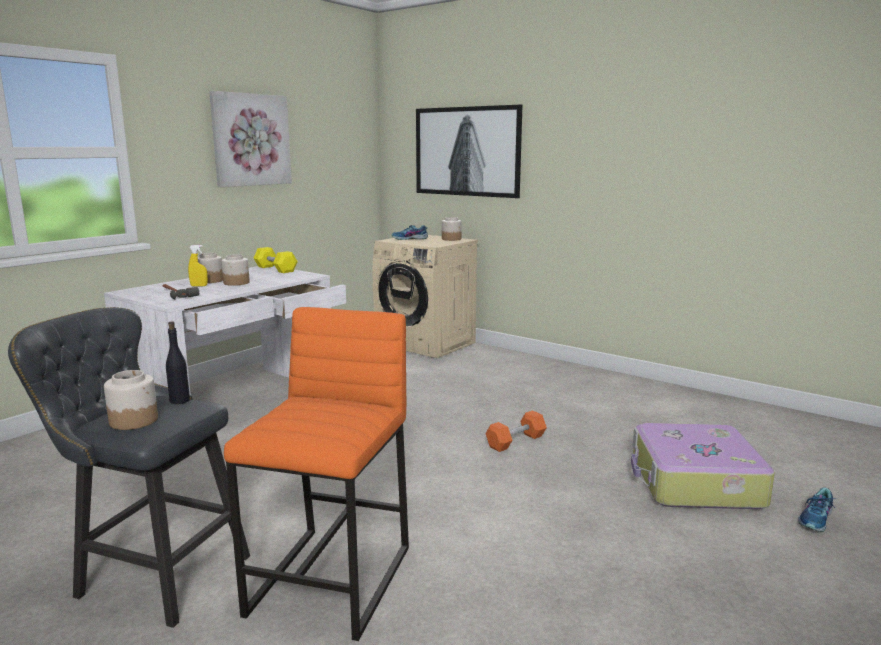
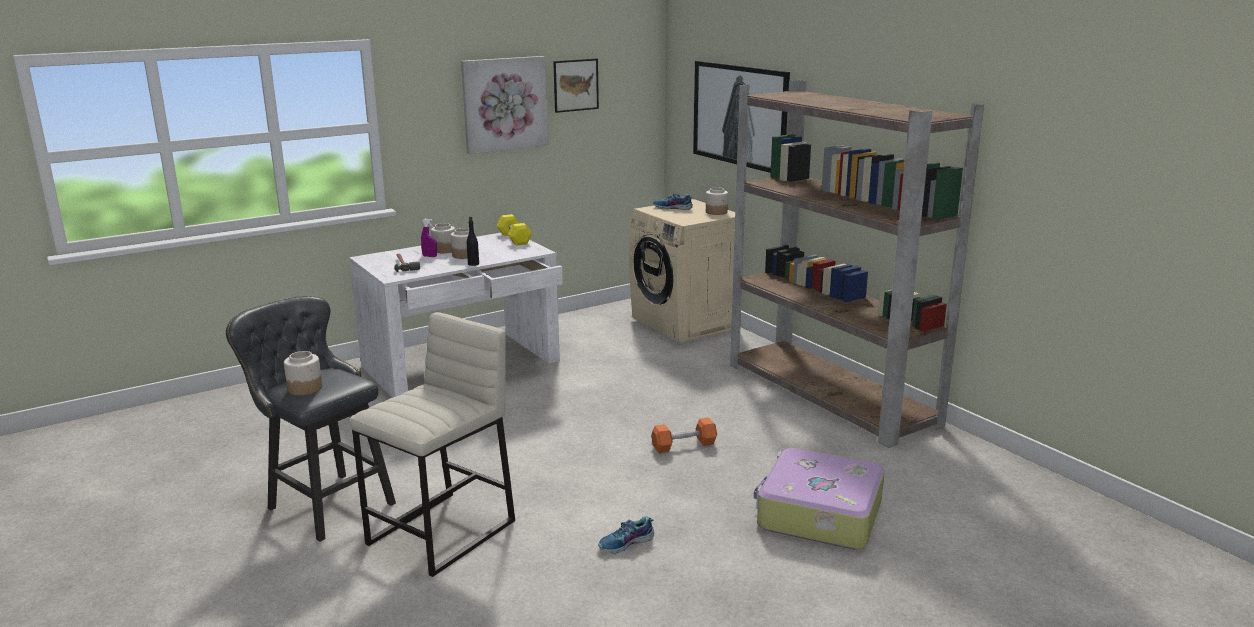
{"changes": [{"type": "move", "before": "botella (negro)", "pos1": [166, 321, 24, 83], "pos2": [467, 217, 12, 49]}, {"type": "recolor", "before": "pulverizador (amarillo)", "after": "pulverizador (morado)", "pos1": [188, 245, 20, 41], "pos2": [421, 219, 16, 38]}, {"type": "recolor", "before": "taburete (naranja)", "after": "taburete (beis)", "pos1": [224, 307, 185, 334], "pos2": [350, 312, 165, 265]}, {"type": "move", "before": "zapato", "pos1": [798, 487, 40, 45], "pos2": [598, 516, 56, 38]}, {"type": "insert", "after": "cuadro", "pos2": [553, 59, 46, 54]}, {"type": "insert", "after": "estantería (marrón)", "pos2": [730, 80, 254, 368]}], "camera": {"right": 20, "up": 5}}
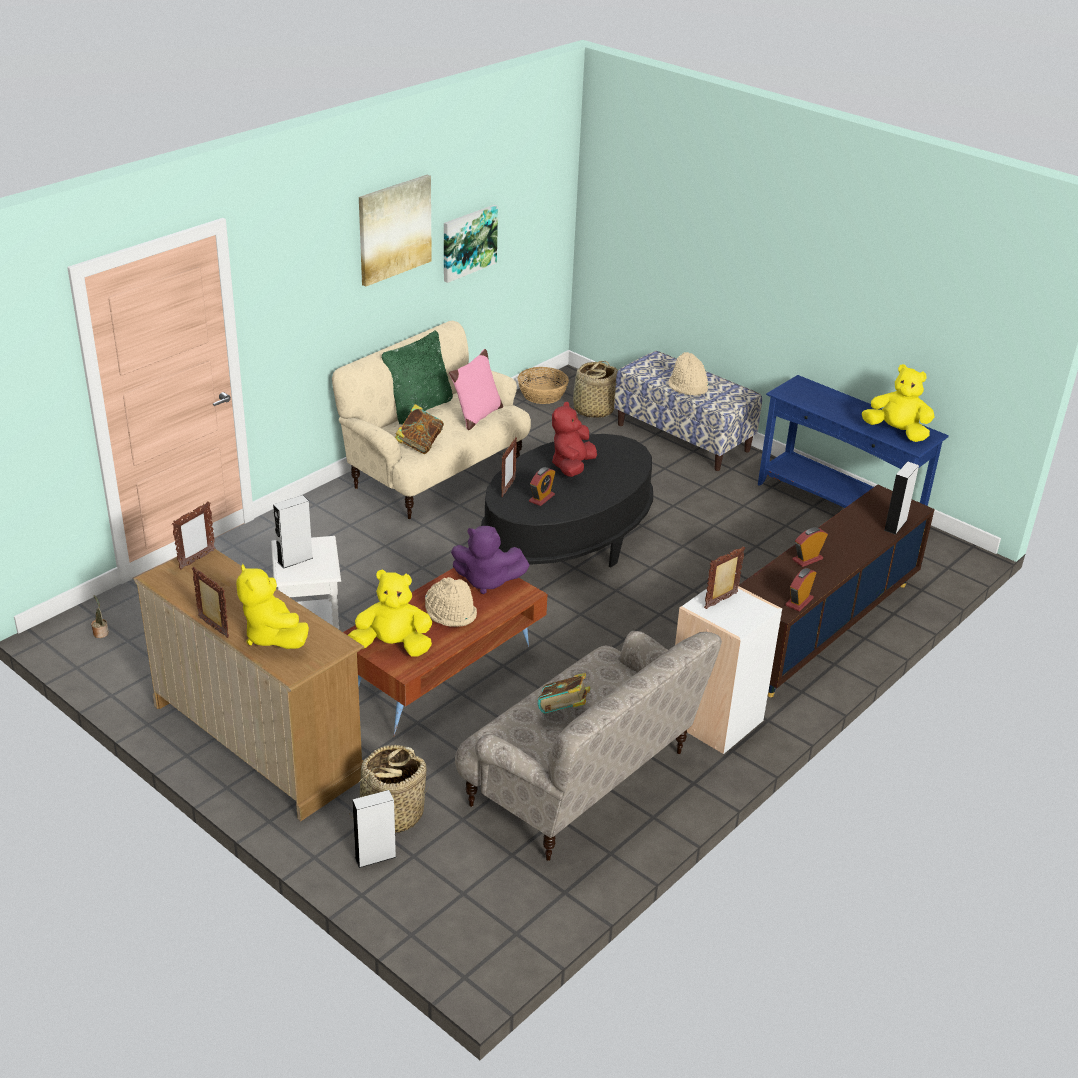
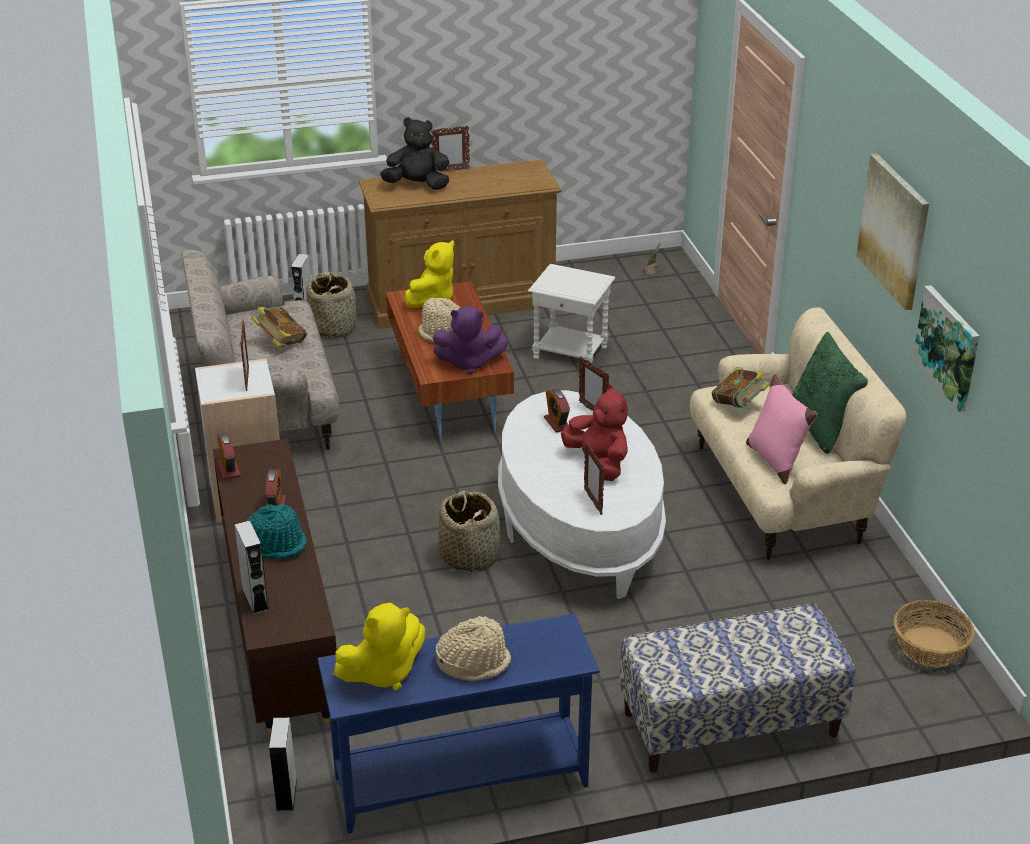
{"changes": [{"type": "move", "before": "portarretratos", "pos1": [172, 501, 43, 69], "pos2": [584, 441, 20, 74]}, {"type": "recolor", "before": "peluche (amarillo)", "after": "peluche (negro)", "pos1": [236, 564, 73, 85], "pos2": [380, 117, 69, 73]}, {"type": "move", "before": "altavoz (gris)", "pos1": [273, 495, 40, 74], "pos2": [269, 718, 28, 93]}, {"type": "rotate", "before": "peluche (morado)", "pos1": [451, 526, 78, 68], "pos2": [433, 306, 75, 68], "turn": -135}, {"type": "recolor", "before": "mesa de centro (negro)", "after": "mesa de centro (blanco)", "pos1": [481, 434, 172, 134], "pos2": [498, 390, 168, 209]}, {"type": "move", "before": "cesta", "pos1": [572, 361, 46, 57], "pos2": [438, 491, 62, 81]}, {"type": "move", "before": "sombrero (beis)", "pos1": [668, 352, 41, 43], "pos2": [436, 616, 75, 65]}, {"type": "insert", "after": "sombrero (turquesa)", "pos2": [247, 504, 60, 55]}], "camera": {"right": 125, "up": 0}}
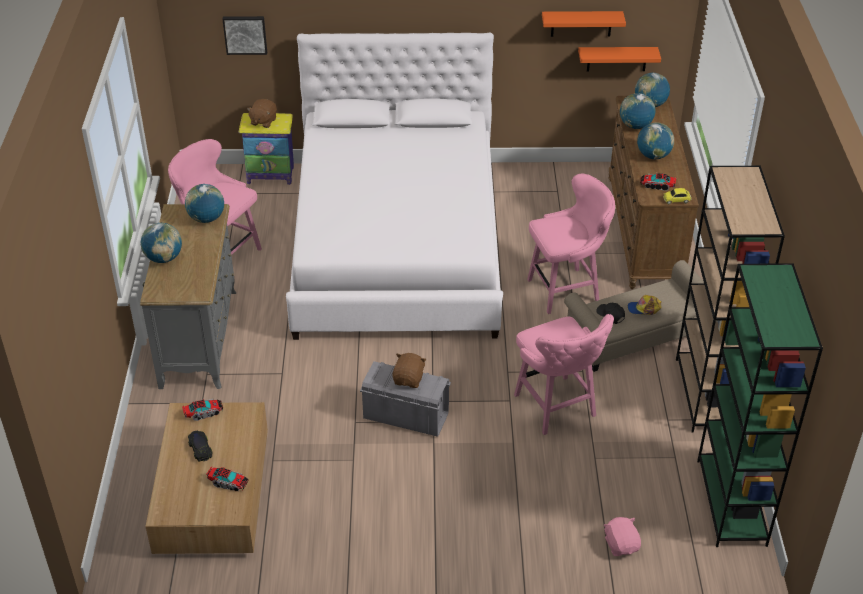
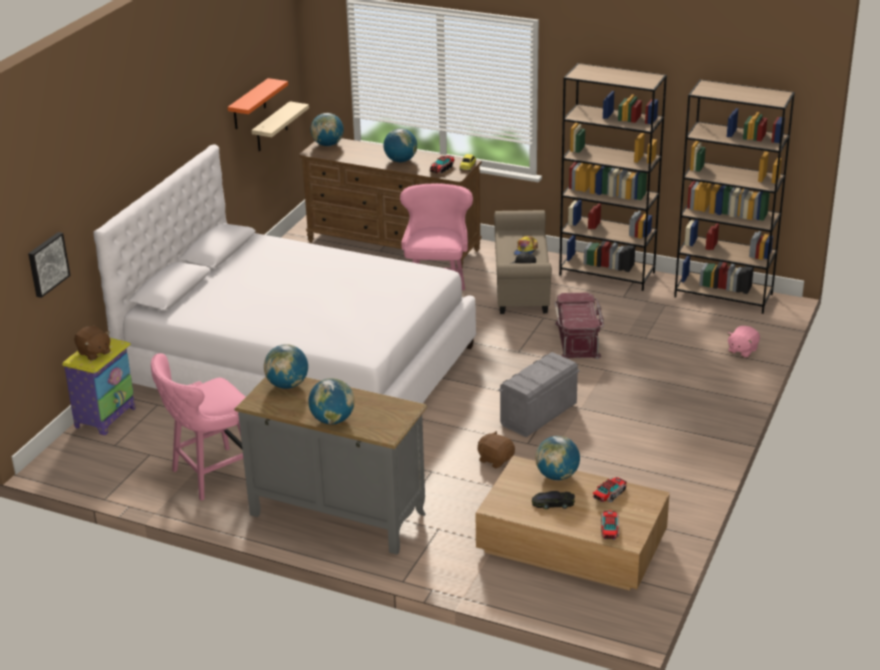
{"changes": [{"type": "move", "before": "camión de juguete", "pos1": [182, 399, 41, 22], "pos2": [601, 510, 18, 29]}, {"type": "move", "before": "peluche (marrón)", "pos1": [392, 353, 35, 35], "pos2": [477, 431, 38, 37]}, {"type": "replace", "before": "taburete (rosa)", "after": "caja de almacenaje (rojo)", "pos1": [514, 314, 100, 121], "pos2": [555, 292, 49, 67]}, {"type": "recolor", "before": "estante (naranja)", "after": "estante (beis)", "pos1": [578, 47, 83, 24], "pos2": [251, 101, 58, 50]}, {"type": "rotate", "before": "peluche (rosa)", "pos1": [603, 517, 38, 39], "pos2": [727, 326, 33, 32], "turn": -60}, {"type": "move", "before": "globo terráqueo", "pos1": [620, 93, 35, 36], "pos2": [535, 436, 45, 44]}, {"type": "recolor", "before": "estantería (verde)", "after": "estantería (beis)", "pos1": [697, 263, 126, 284], "pos2": [674, 80, 121, 234]}], "camera": {"right": -65, "up": -10}}
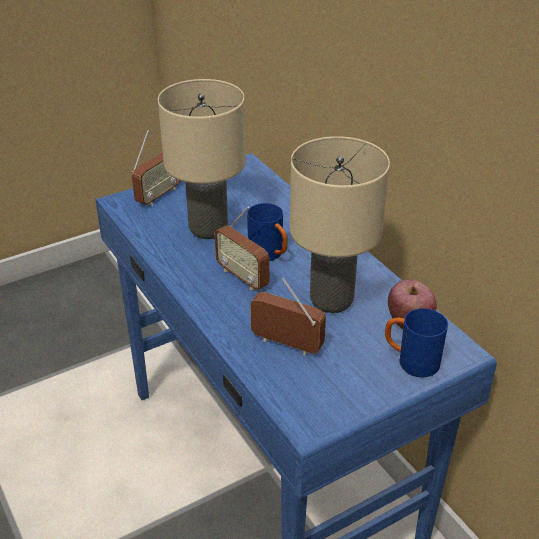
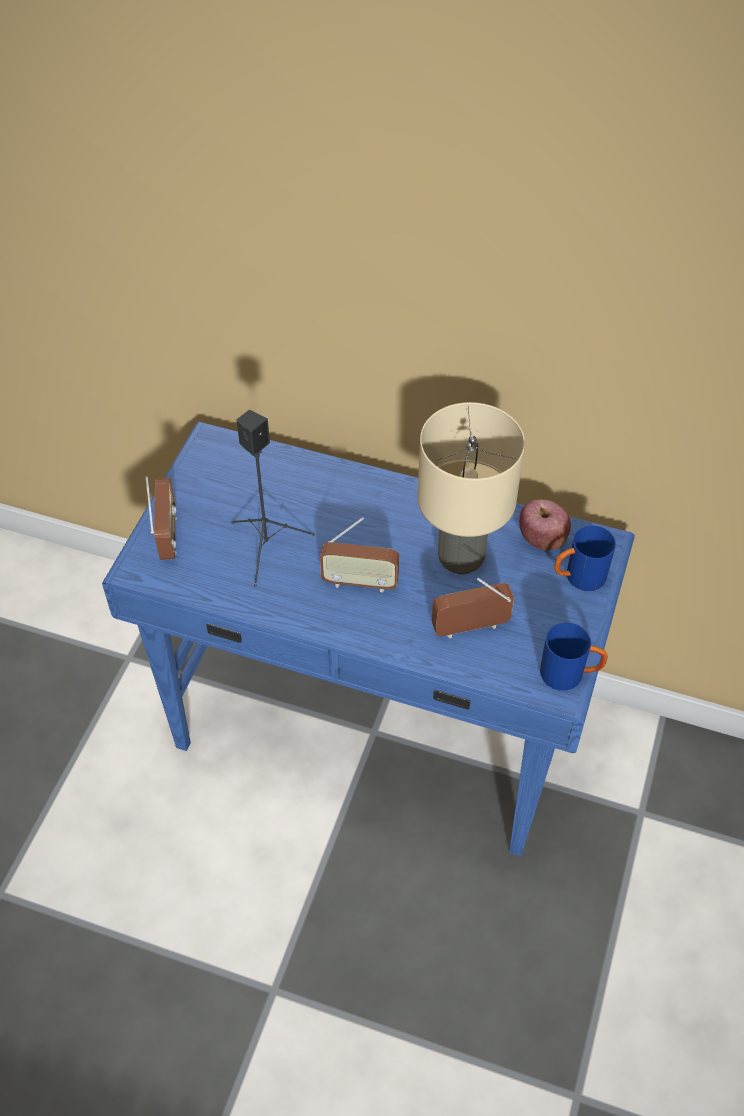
{"changes": [{"type": "replace", "before": "lámpara de mesa (beis)", "after": "altavoz (negro)", "pos1": [158, 79, 88, 160], "pos2": [231, 410, 84, 177]}, {"type": "move", "before": "taza grande (azul)", "pos1": [247, 203, 40, 58], "pos2": [540, 622, 68, 69]}], "camera": {"right": -40, "up": 15}}
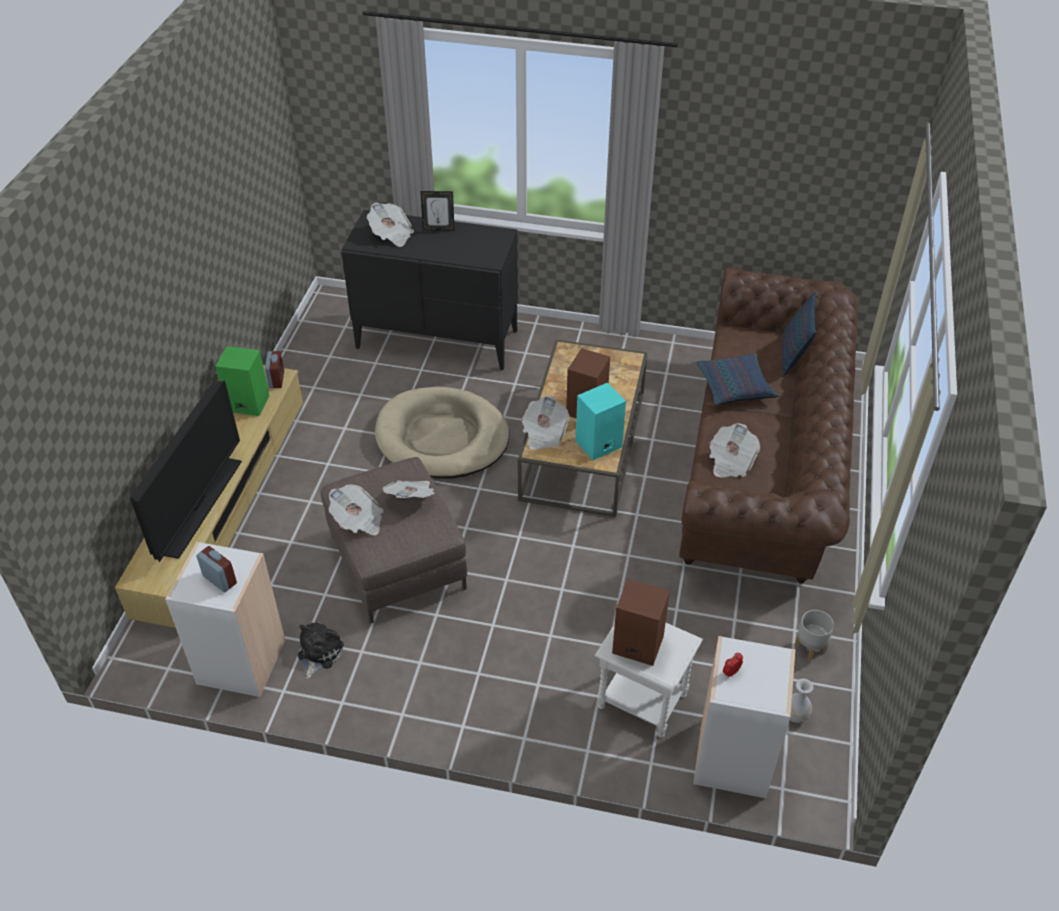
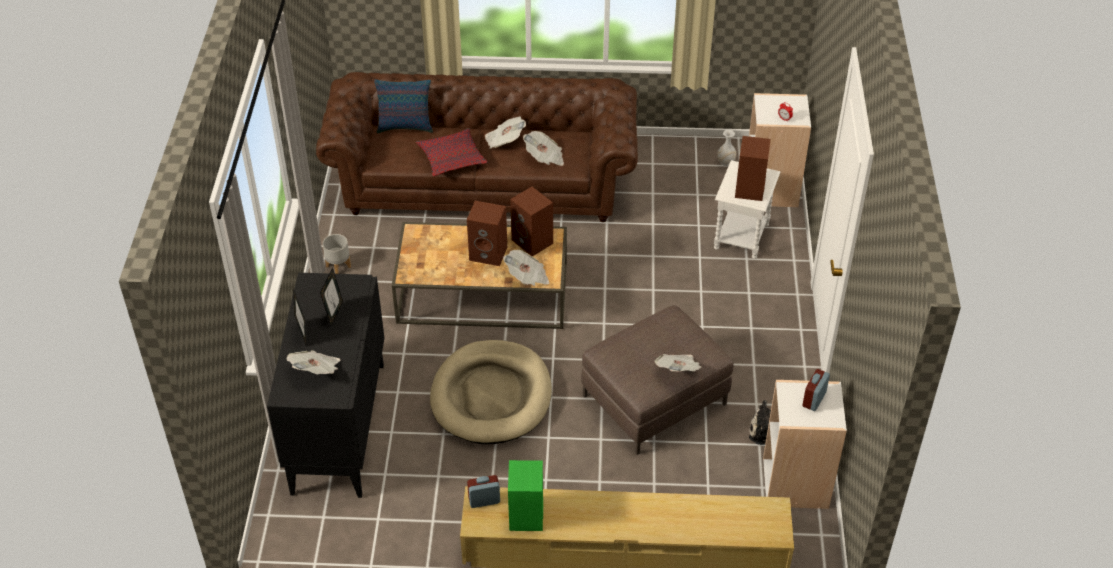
{"changes": [{"type": "delete", "before": "televisor", "pos1": [130, 380, 112, 182]}, {"type": "move", "before": "periódico", "pos1": [383, 480, 52, 18], "pos2": [485, 116, 41, 33]}, {"type": "recolor", "before": "altavoz (turquesa)", "after": "altavoz (marrón)", "pos1": [576, 383, 50, 77], "pos2": [510, 187, 43, 70]}, {"type": "recolor", "before": "cojín (azul)", "after": "cojín (rojo)", "pos1": [696, 353, 83, 53], "pos2": [416, 128, 72, 48]}, {"type": "move", "before": "maceta (gris)", "pos1": [794, 610, 40, 51], "pos2": [323, 234, 28, 40]}, {"type": "insert", "after": "portarretratos", "pos2": [320, 268, 23, 57]}], "camera": {"right": -100, "up": 0}}
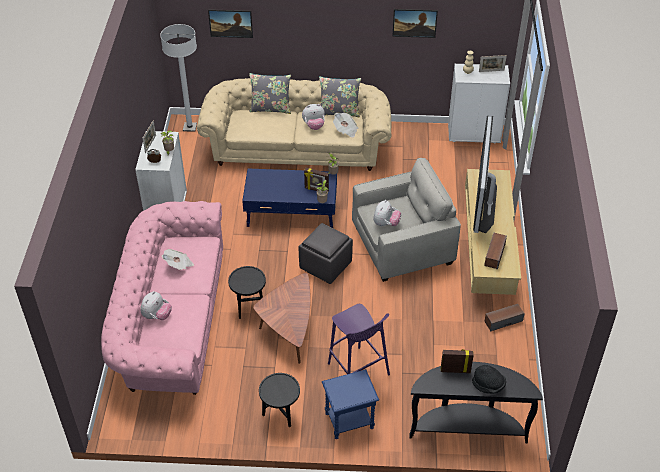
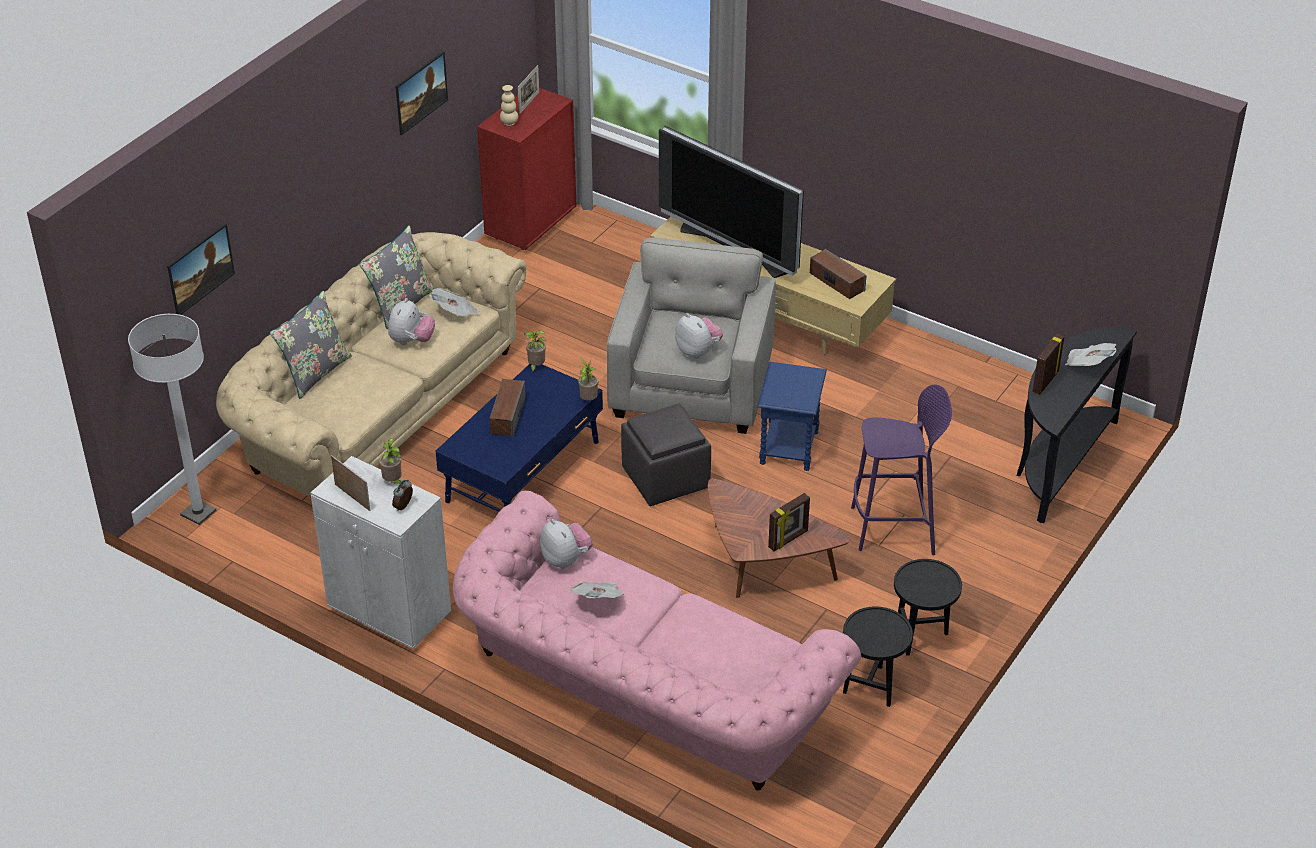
{"changes": [{"type": "move", "before": "peluche", "pos1": [140, 291, 32, 29], "pos2": [540, 519, 53, 50]}, {"type": "move", "before": "mesa auxiliar (negro)", "pos1": [228, 266, 38, 53], "pos2": [843, 607, 70, 100]}, {"type": "move", "before": "portarretratos", "pos1": [304, 168, 25, 24], "pos2": [768, 493, 42, 58]}, {"type": "move", "before": "mesa auxiliar (azul)", "pos1": [322, 369, 57, 70], "pos2": [757, 362, 70, 109]}, {"type": "recolor", "before": "armario (blanco)", "after": "armario (rojo)", "pos1": [448, 64, 62, 79], "pos2": [477, 88, 99, 162]}, {"type": "replace", "before": "sombrero (negro)", "after": "periódico", "pos1": [472, 365, 34, 29], "pos2": [1065, 343, 51, 23]}, {"type": "move", "before": "altavoz", "pos1": [484, 304, 41, 28], "pos2": [489, 379, 37, 58]}], "camera": {"right": -60, "up": -5}}
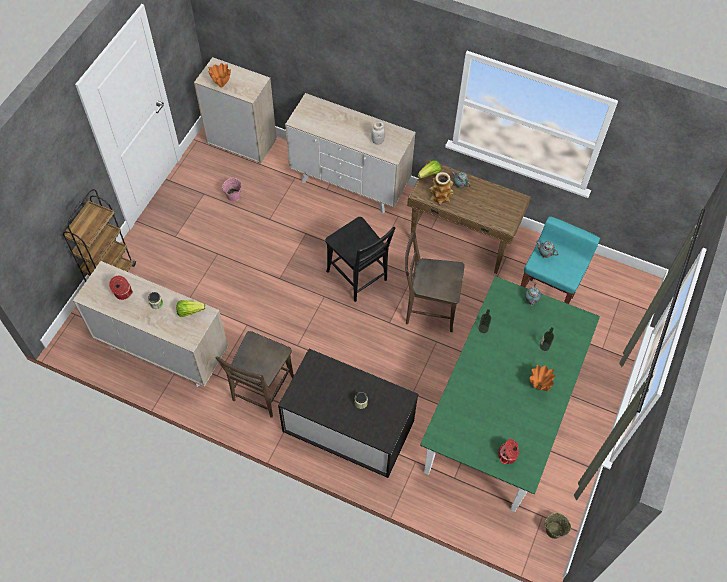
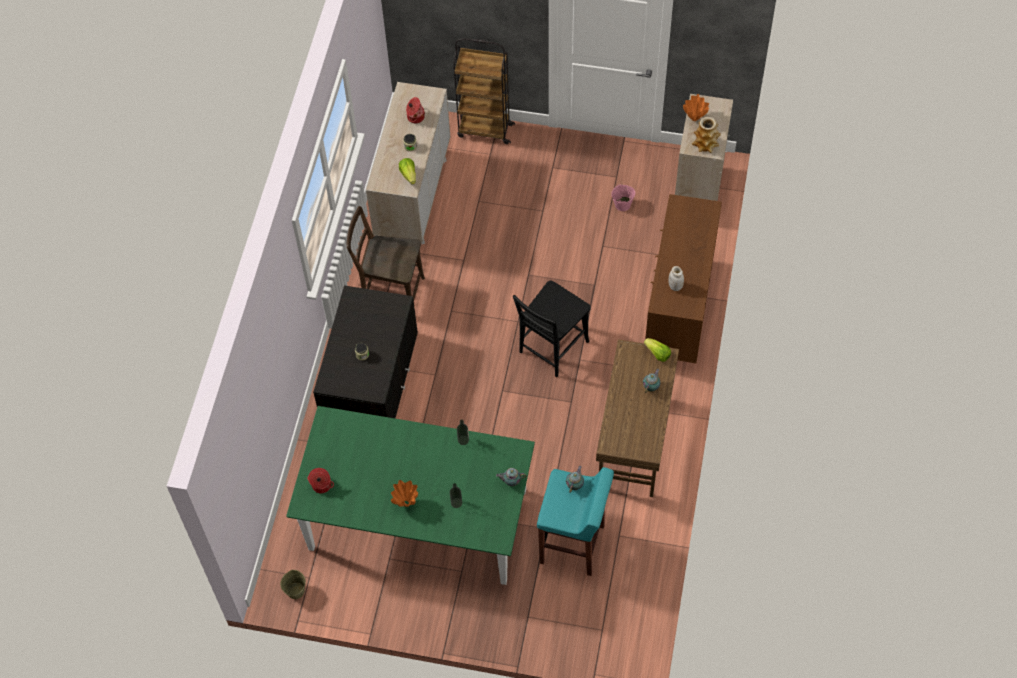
{"changes": [{"type": "recolor", "before": "cómoda (blanco)", "after": "cómoda (marrón)", "pos1": [285, 93, 130, 120], "pos2": [645, 194, 77, 169]}, {"type": "delete", "before": "silla (marrón)", "pos1": [405, 231, 60, 101]}, {"type": "move", "before": "florero", "pos1": [429, 172, 25, 33], "pos2": [692, 117, 29, 36]}], "camera": {"right": 80, "up": 0}}
